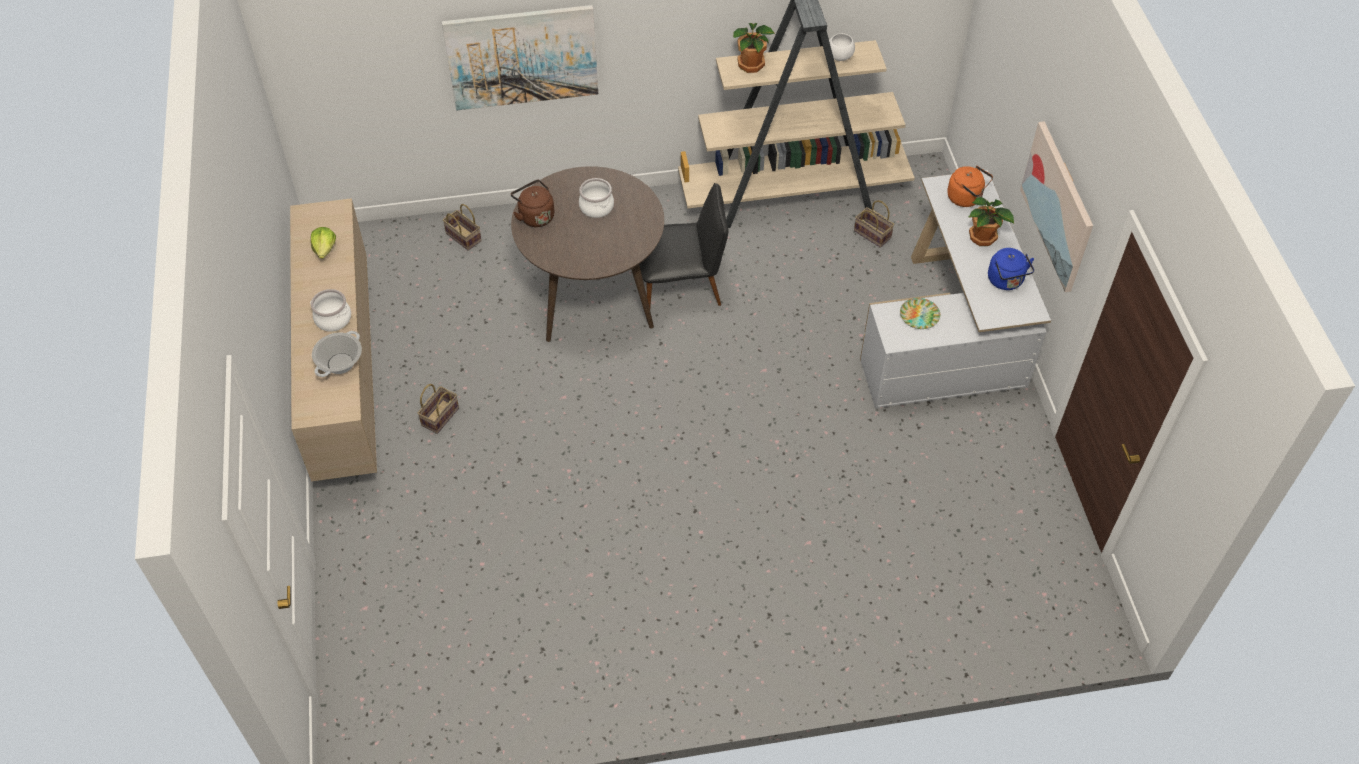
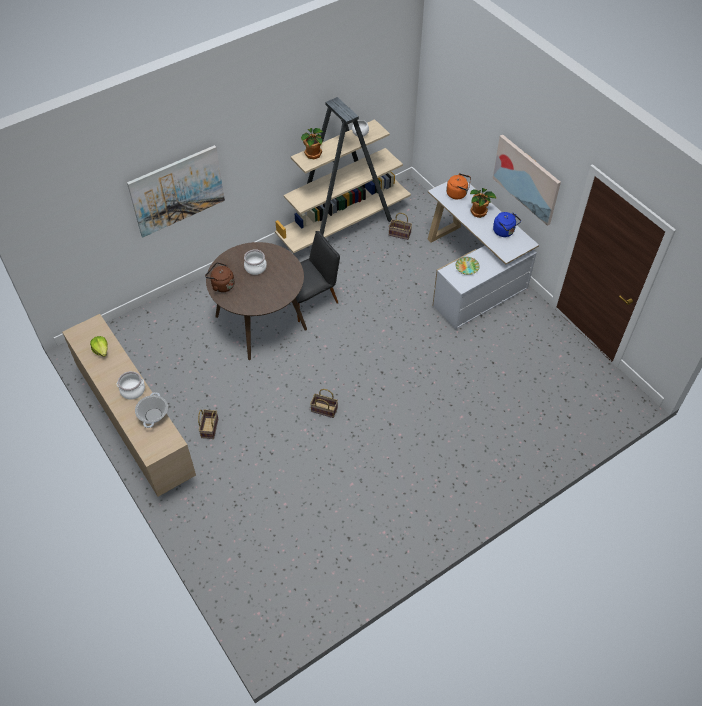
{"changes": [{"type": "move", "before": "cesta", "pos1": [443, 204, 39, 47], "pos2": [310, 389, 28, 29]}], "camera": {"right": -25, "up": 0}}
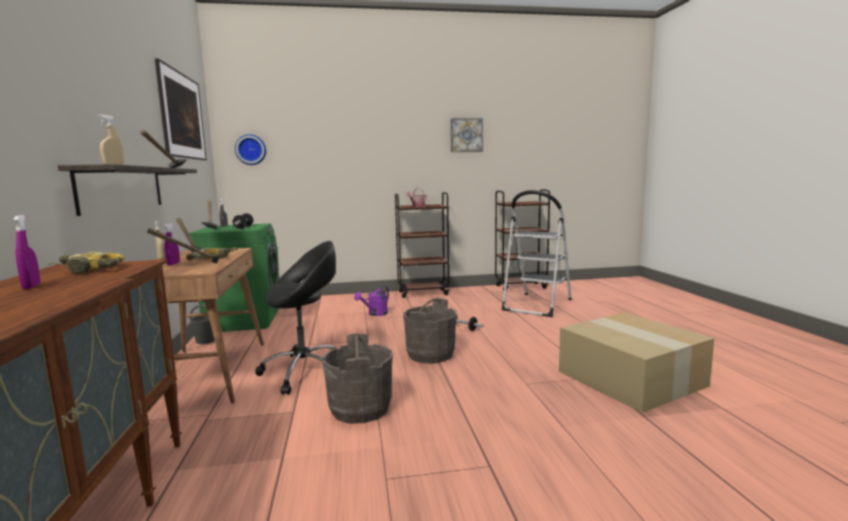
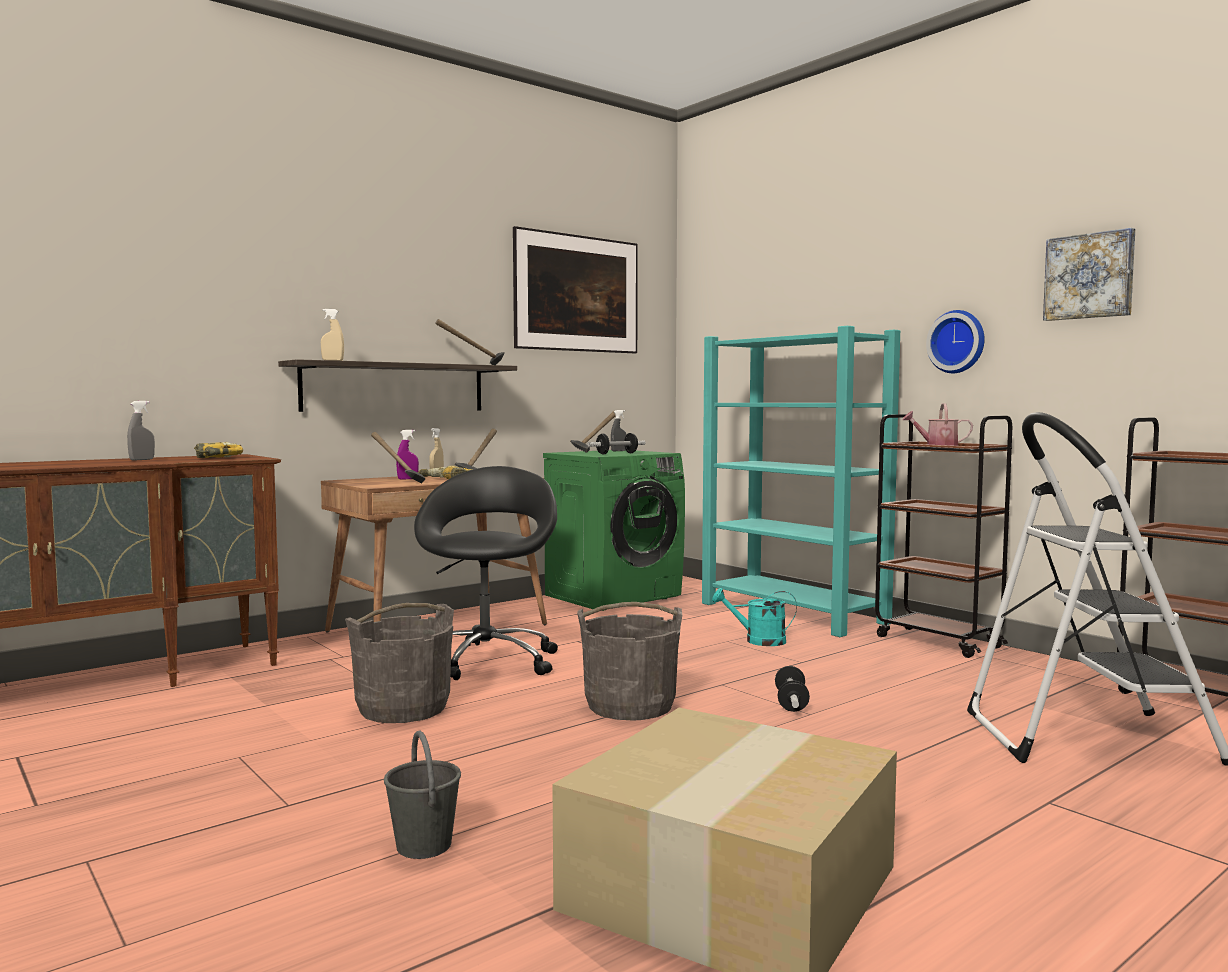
{"changes": [{"type": "recolor", "before": "pulverizador (morado)", "after": "pulverizador (gris)", "pos1": [13, 215, 27, 74], "pos2": [127, 401, 28, 60]}, {"type": "move", "before": "cubo (gris)", "pos1": [190, 305, 25, 39], "pos2": [384, 731, 77, 128]}, {"type": "move", "before": "reloj de pared", "pos1": [235, 134, 31, 31], "pos2": [926, 310, 59, 63]}, {"type": "rotate", "before": "silla de oficina (negro)", "pos1": [255, 241, 81, 154], "pos2": [414, 466, 144, 214], "turn": -120}, {"type": "recolor", "before": "regadera (morado)", "after": "regadera (turquesa)", "pos1": [354, 286, 35, 30], "pos2": [712, 588, 85, 58]}, {"type": "insert", "after": "estantería (turquesa)", "pos2": [702, 326, 198, 311]}], "camera": {"right": 60, "up": -5}}
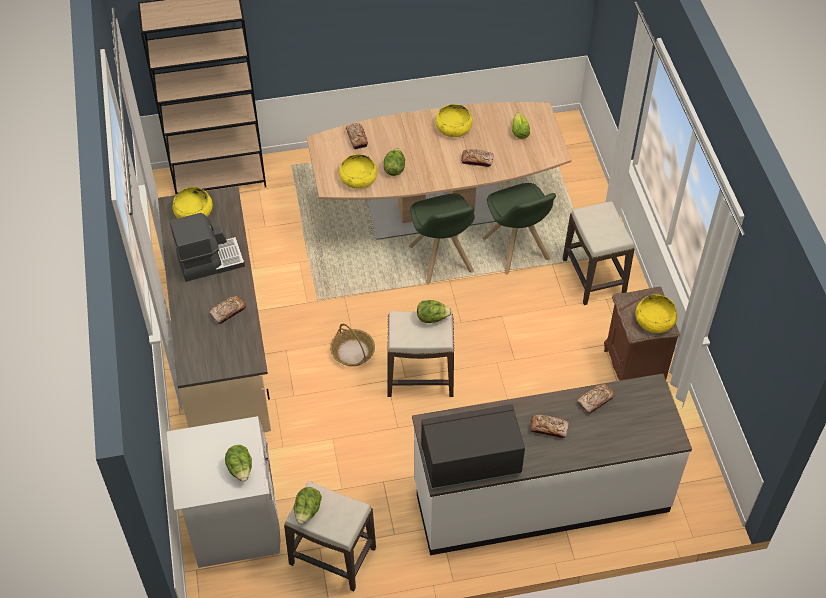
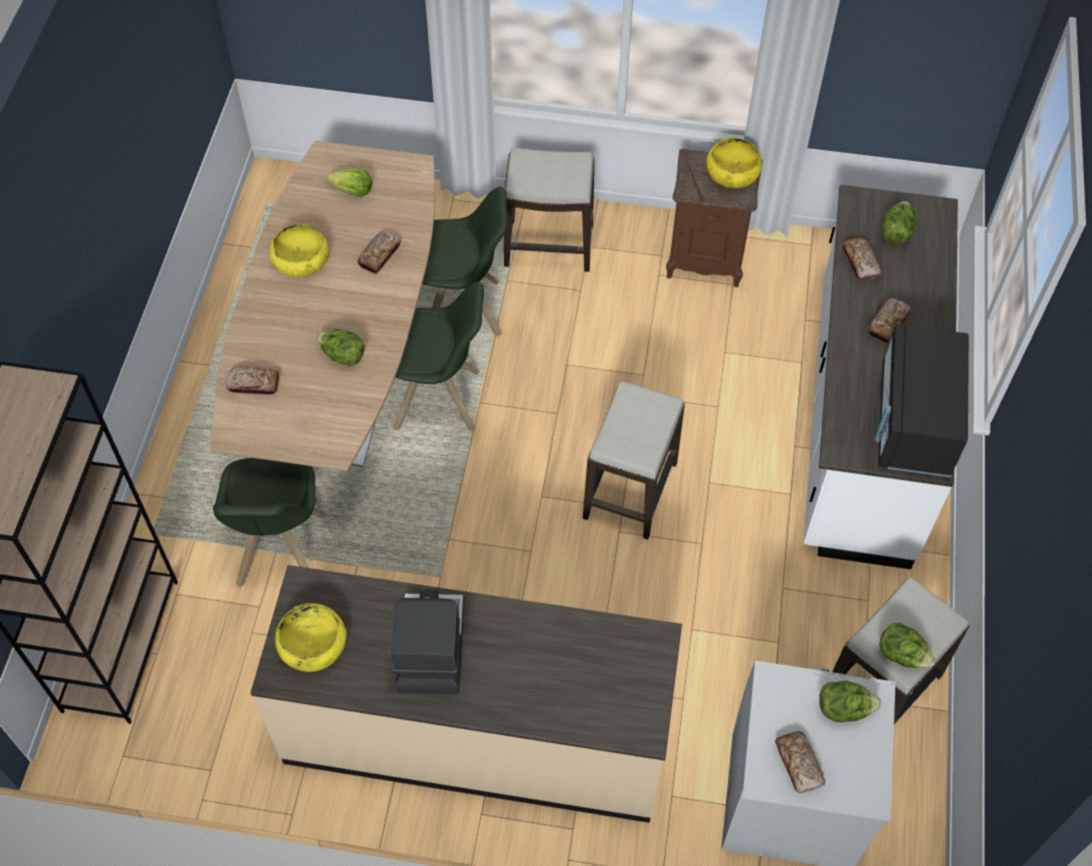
{"changes": [{"type": "move", "before": "pan", "pos1": [209, 295, 37, 29], "pos2": [775, 731, 50, 62]}, {"type": "delete", "before": "cesta", "pos1": [330, 324, 45, 42]}, {"type": "delete", "before": "cuenco (amarillo)", "pos1": [339, 154, 38, 35]}, {"type": "move", "before": "lechuga", "pos1": [417, 300, 35, 23], "pos2": [882, 201, 35, 43]}, {"type": "insert", "after": "silla (verde)", "pos2": [213, 458, 114, 130]}], "camera": {"right": -70, "up": 5}}
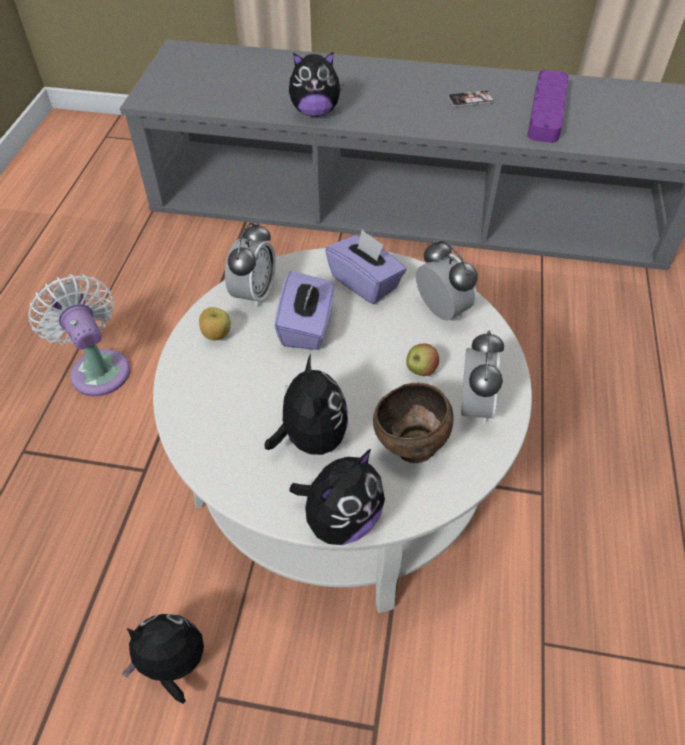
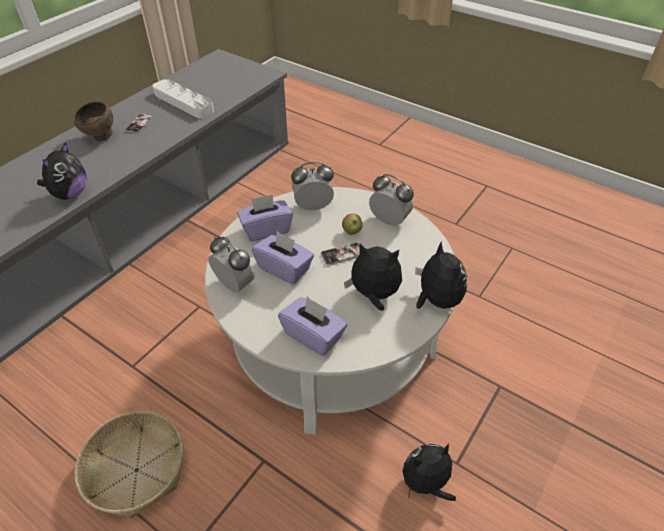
{"changes": [{"type": "replace", "before": "ventilador (blanco)", "after": "cesta", "pos1": [28, 274, 102, 122], "pos2": [75, 411, 108, 108]}, {"type": "rotate", "before": "peluche", "pos1": [122, 614, 82, 90], "pos2": [403, 443, 53, 58], "turn": 45}, {"type": "delete", "before": "manzana", "pos1": [199, 307, 32, 33]}, {"type": "move", "before": "cuenco (marrón)", "pos1": [373, 383, 81, 80], "pos2": [74, 101, 39, 41]}, {"type": "recolor", "before": "bandeja (morado)", "after": "bandeja (blanco)", "pos1": [527, 70, 42, 73], "pos2": [152, 79, 62, 40]}, {"type": "insert", "after": "caja de pañuelos (morado)", "pos2": [278, 296, 69, 60]}, {"type": "insert", "after": "móvil", "pos2": [321, 242, 38, 24]}], "camera": {"right": -65, "up": -5}}
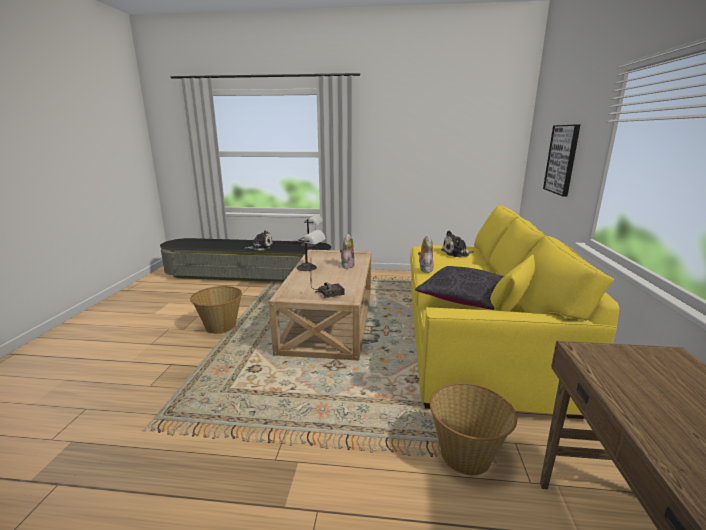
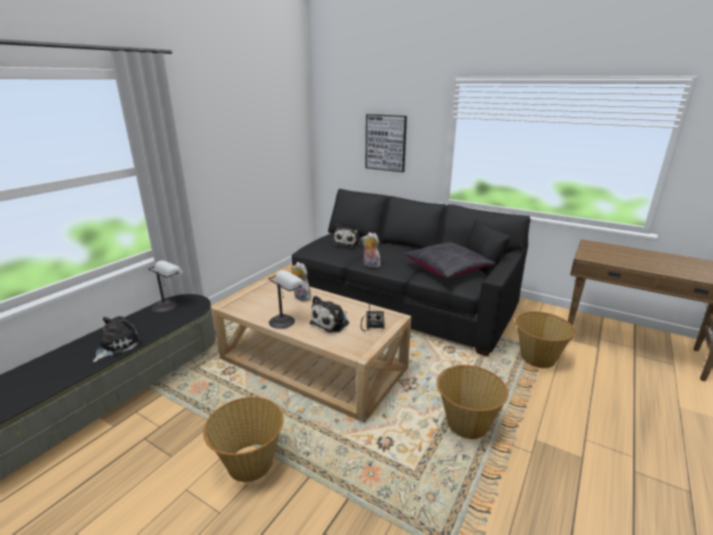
{"changes": [{"type": "recolor", "before": "sofá (amarillo)", "after": "sofá (negro)", "pos1": [410, 205, 209, 214], "pos2": [292, 189, 239, 167]}, {"type": "insert", "after": "peluche", "pos2": [309, 296, 40, 37]}, {"type": "insert", "after": "cesta", "pos2": [437, 365, 71, 74]}], "camera": {"right": -65, "up": 5}}
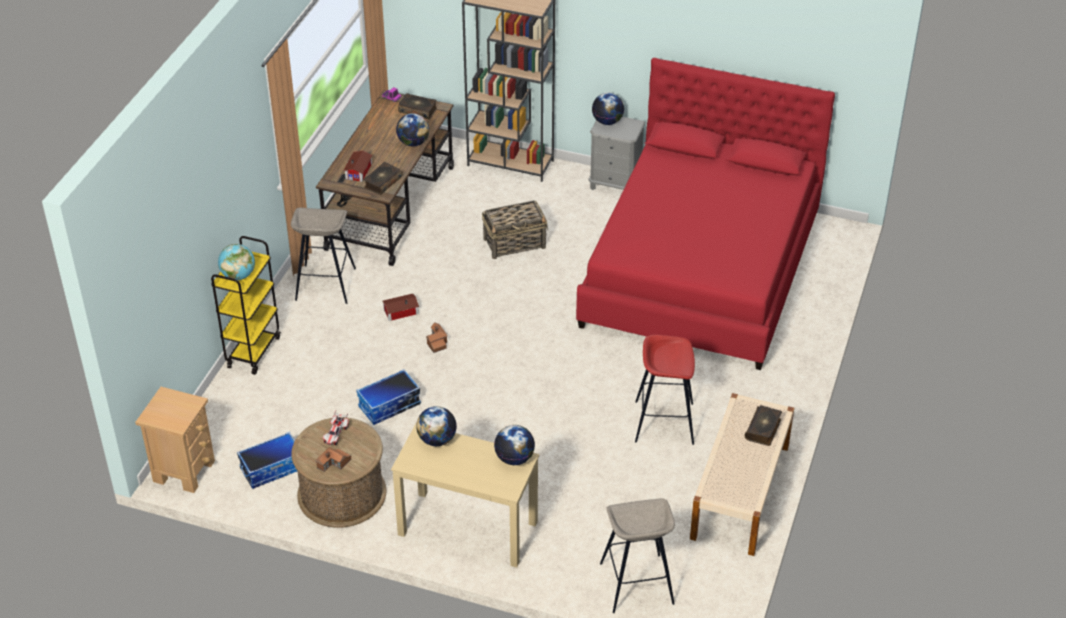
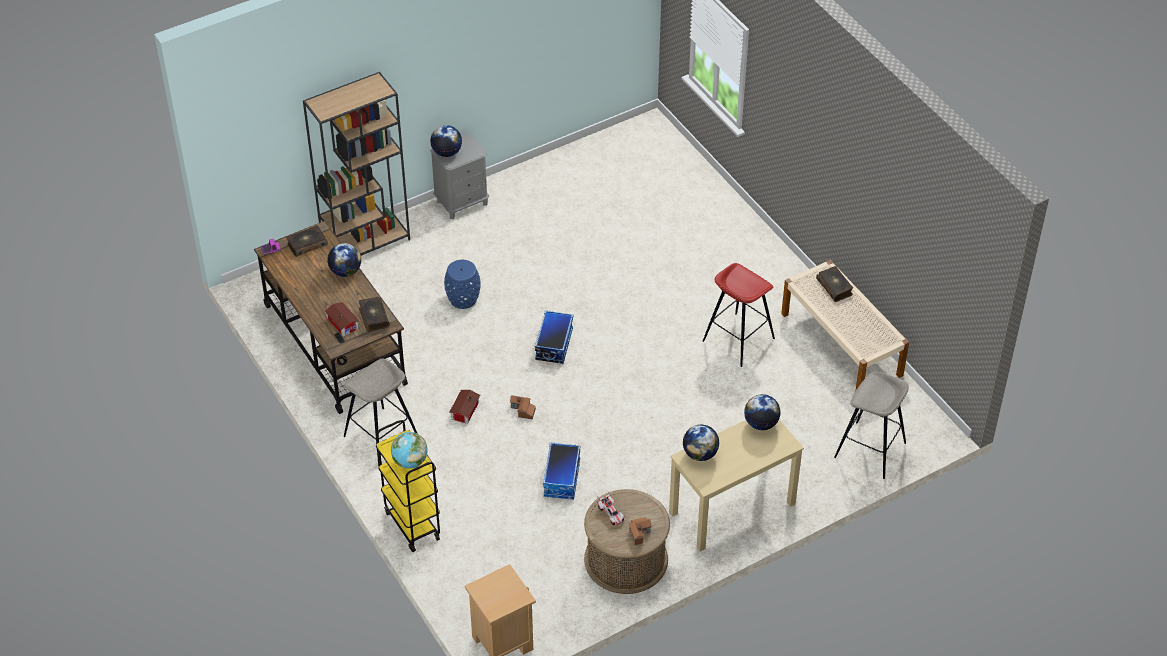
{"changes": [{"type": "move", "before": "caja de almacenaje", "pos1": [237, 432, 60, 57], "pos2": [535, 310, 39, 54]}, {"type": "replace", "before": "cesta", "after": "taburete (azul)", "pos1": [482, 200, 66, 59], "pos2": [444, 260, 37, 49]}, {"type": "delete", "before": "cama (rojo)", "pos1": [576, 58, 259, 312]}], "camera": {"right": -50, "up": 5}}
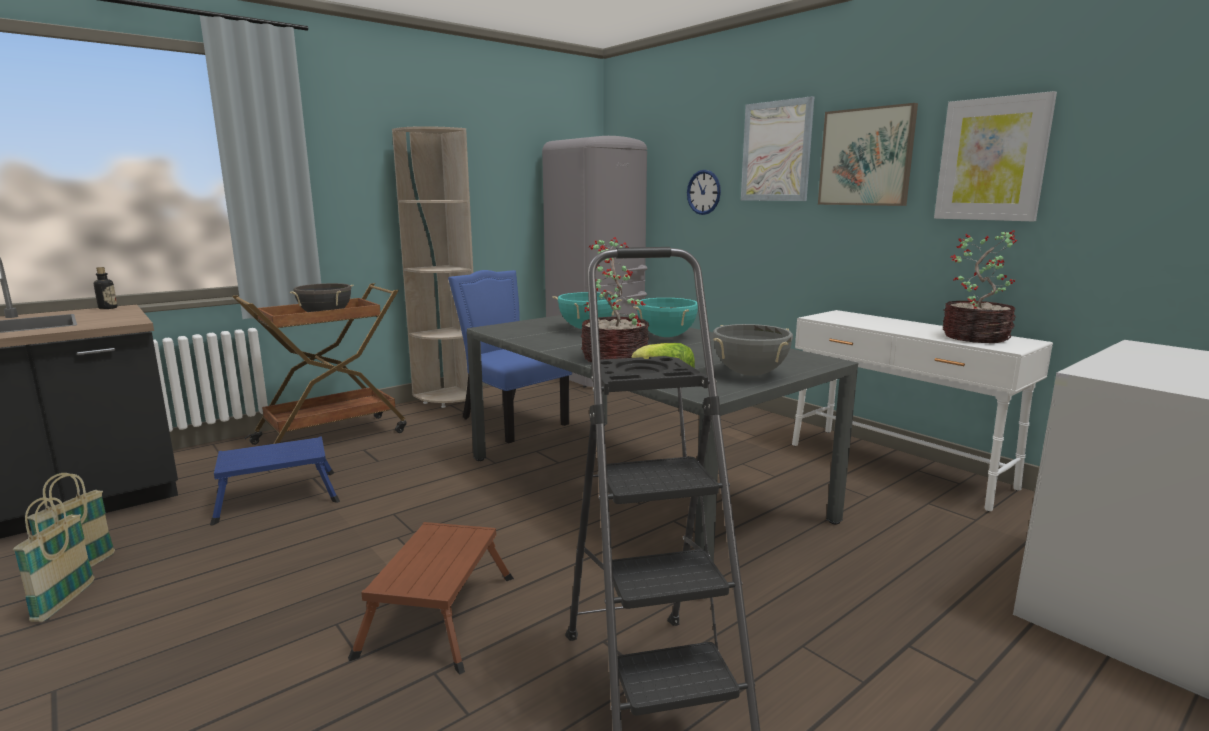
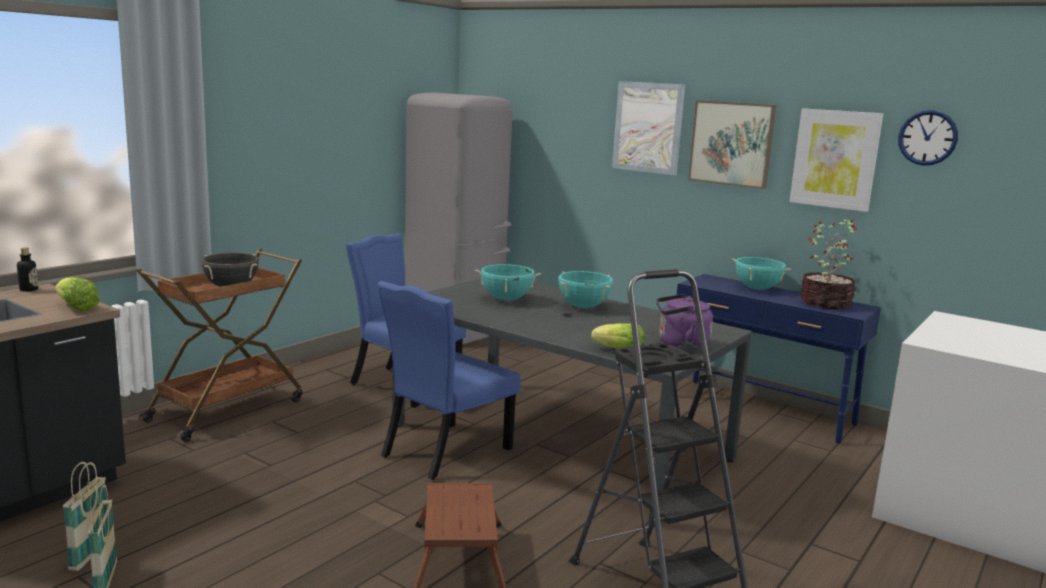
{"changes": [{"type": "delete", "before": "escalera de tijera (azul)", "pos1": [210, 436, 130, 90]}, {"type": "delete", "before": "estantería (beis)", "pos1": [392, 126, 81, 282]}, {"type": "delete", "before": "planta en maceta", "pos1": [581, 237, 68, 126]}, {"type": "move", "before": "reloj de pared", "pos1": [687, 170, 34, 45], "pos2": [898, 110, 60, 56]}, {"type": "replace", "before": "olla (gris)", "after": "hervidor (morado)", "pos1": [713, 324, 80, 52], "pos2": [656, 294, 57, 56]}, {"type": "recolor", "before": "mesa consola (blanco)", "after": "mesa consola (azul)", "pos1": [792, 310, 261, 202], "pos2": [677, 274, 204, 170]}, {"type": "insert", "after": "lechuga", "pos2": [55, 277, 45, 34]}, {"type": "insert", "after": "silla (azul)", "pos2": [377, 281, 143, 199]}, {"type": "insert", "after": "olla (turquesa)", "pos2": [732, 257, 59, 33]}], "camera": {"right": -15, "up": 0}}
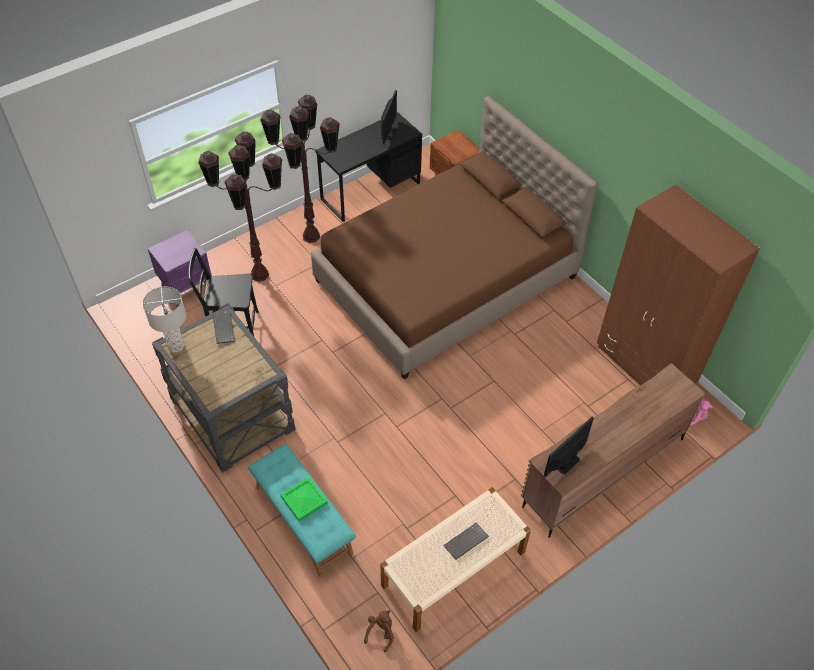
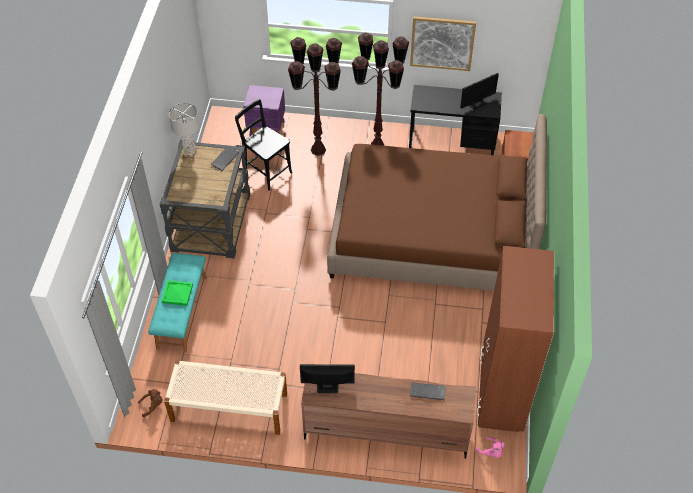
{"changes": [{"type": "move", "before": "teclado", "pos1": [444, 523, 45, 37], "pos2": [410, 382, 36, 18]}, {"type": "insert", "after": "cuadro", "pos2": [410, 16, 66, 55]}], "camera": {"right": 45, "up": 0}}
